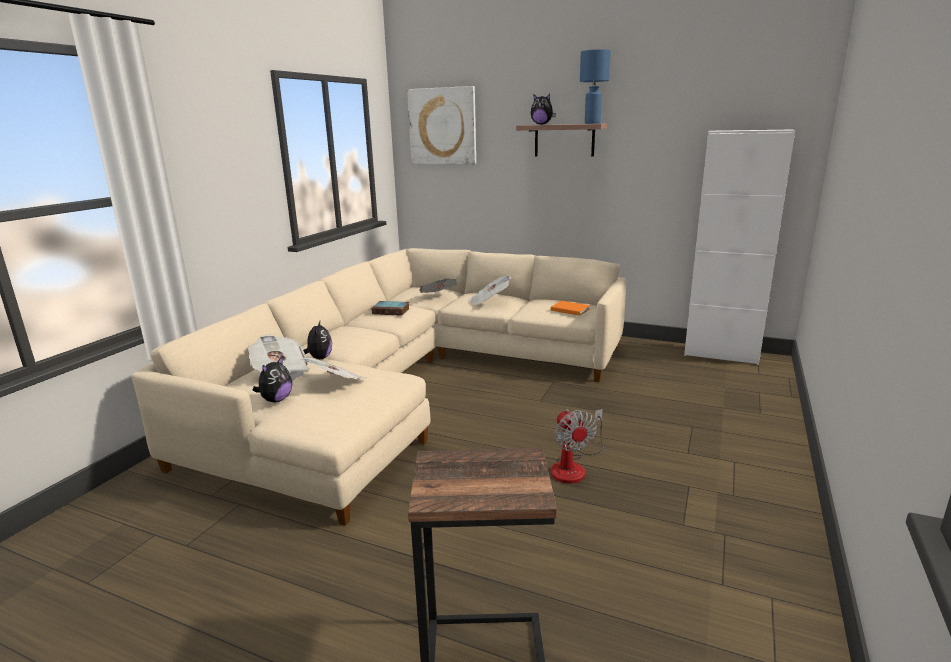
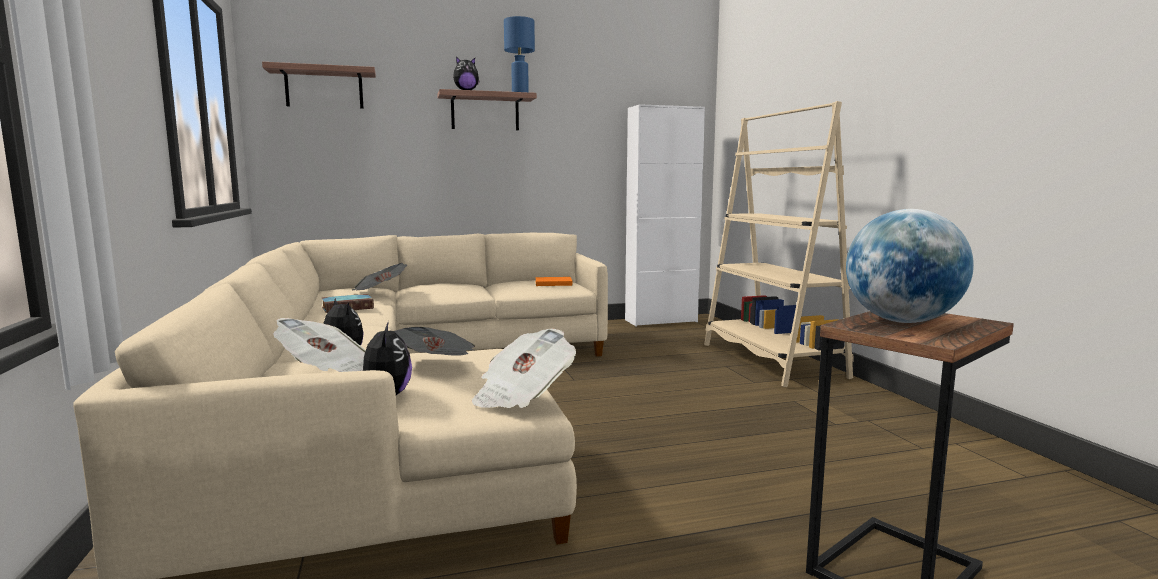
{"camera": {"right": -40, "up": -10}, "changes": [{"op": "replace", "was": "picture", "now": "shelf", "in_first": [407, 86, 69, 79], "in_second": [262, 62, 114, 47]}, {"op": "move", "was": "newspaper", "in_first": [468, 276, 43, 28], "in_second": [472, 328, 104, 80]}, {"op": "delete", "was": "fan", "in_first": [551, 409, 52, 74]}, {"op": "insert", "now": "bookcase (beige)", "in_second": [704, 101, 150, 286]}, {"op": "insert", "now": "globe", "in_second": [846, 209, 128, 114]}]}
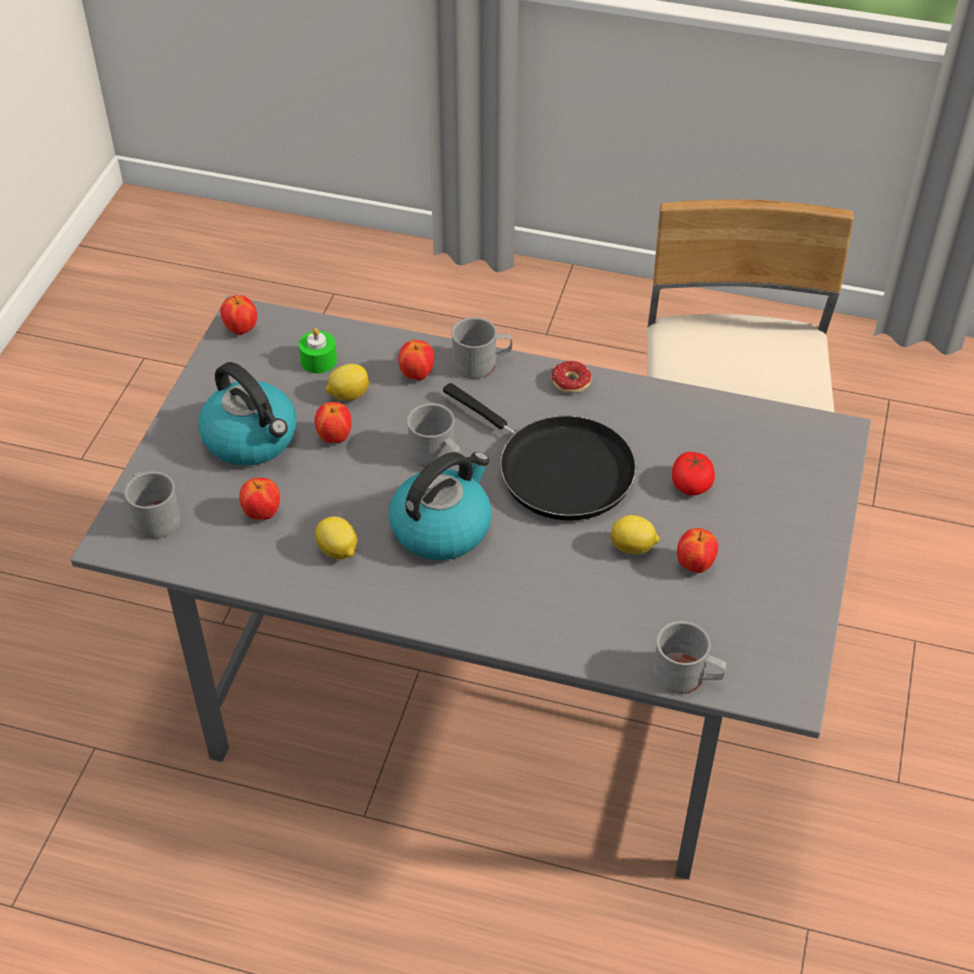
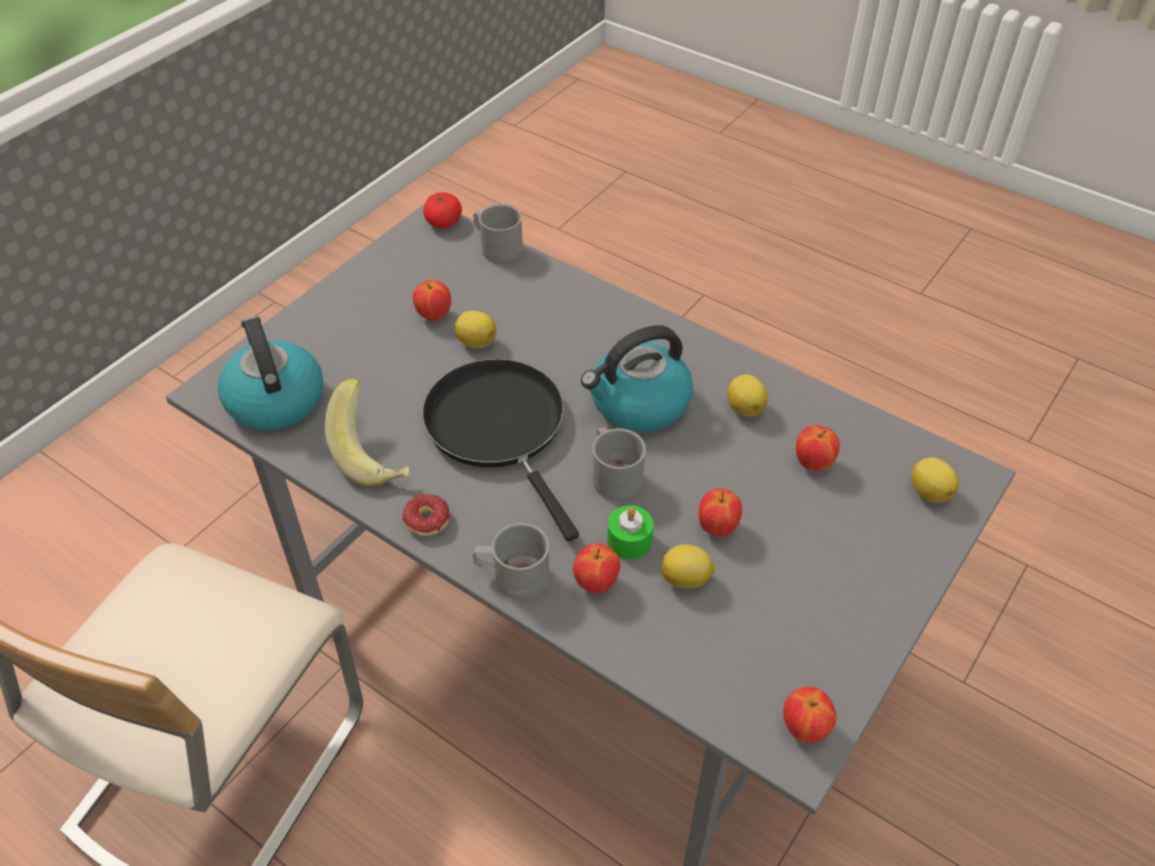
{"camera": {"right": -160, "up": 0}, "changes": [{"op": "move", "was": "candle (green)", "in_first": [298, 328, 39, 45], "in_second": [607, 505, 46, 54]}, {"op": "move", "was": "kettle", "in_first": [199, 362, 98, 104], "in_second": [218, 317, 105, 113]}, {"op": "move", "was": "tomato", "in_first": [672, 452, 43, 43], "in_second": [423, 192, 39, 36]}, {"op": "replace", "was": "mug (grey)", "now": "lemon", "in_first": [124, 471, 57, 68], "in_second": [911, 457, 48, 46]}, {"op": "insert", "now": "banana", "in_second": [325, 378, 85, 109]}]}
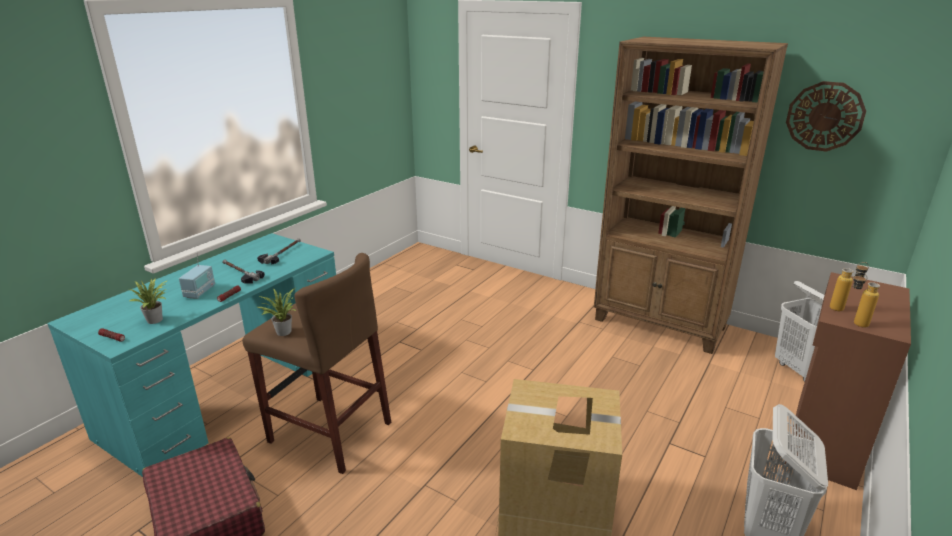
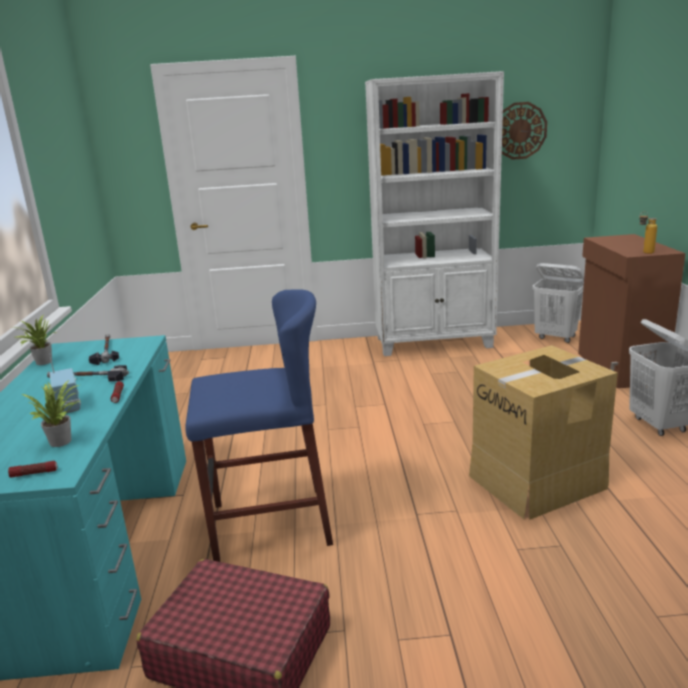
{"camera": {"right": -35, "up": -5}, "changes": [{"op": "recolor", "was": "bookcase (brown)", "now": "bookcase (white)", "in_first": [594, 37, 194, 317], "in_second": [365, 71, 139, 285]}, {"op": "recolor", "was": "stool (brown)", "now": "stool (blue)", "in_first": [243, 253, 148, 221], "in_second": [185, 289, 148, 273]}, {"op": "delete", "was": "bottle", "in_first": [830, 262, 39, 49]}, {"op": "move", "was": "potted plant", "in_first": [258, 288, 38, 48], "in_second": [15, 315, 40, 50]}]}
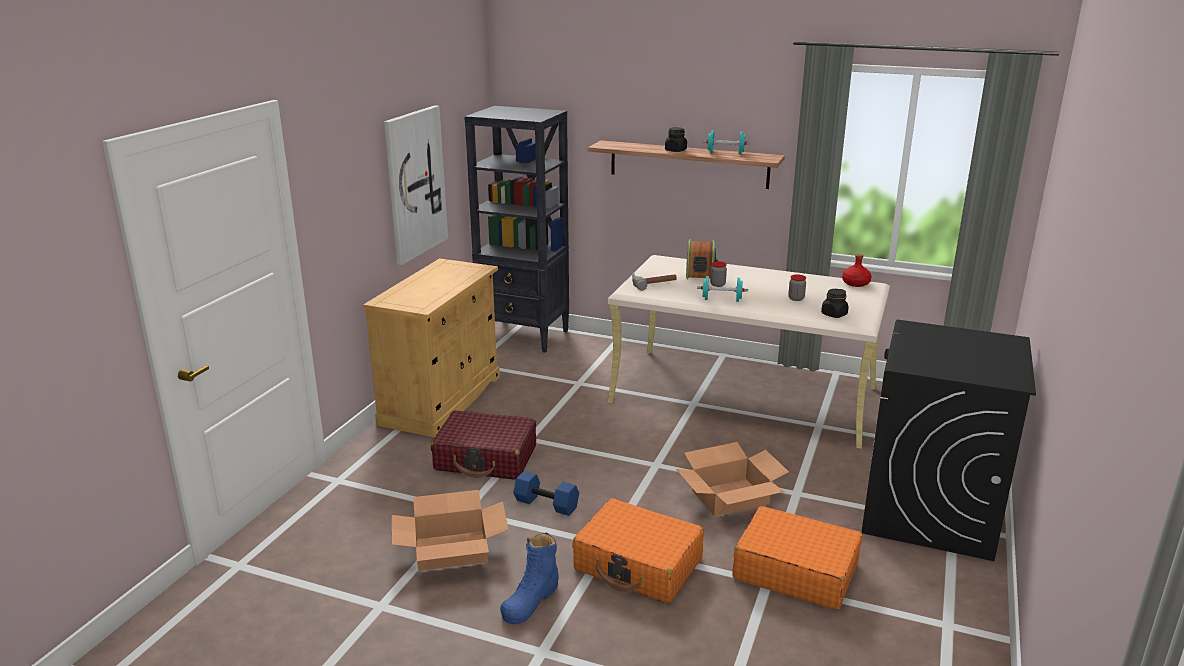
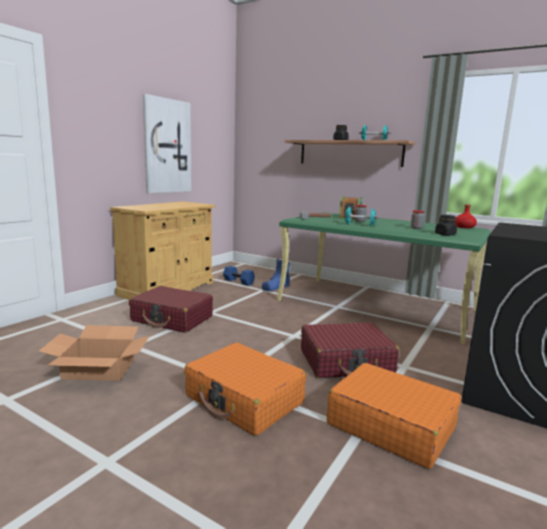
{"camera": {"right": 10, "up": -10}, "changes": [{"op": "delete", "was": "bookcase (black)", "in_first": [464, 106, 105, 247]}, {"op": "recolor", "was": "desk (beige)", "now": "desk (green)", "in_first": [608, 255, 282, 194], "in_second": [277, 212, 214, 132]}, {"op": "replace", "was": "cardboard box", "now": "suitcase (red)", "in_first": [676, 442, 113, 74], "in_second": [301, 323, 98, 55]}, {"op": "move", "was": "dumbbell (blue)", "in_first": [513, 471, 66, 45], "in_second": [223, 266, 32, 20]}, {"op": "move", "was": "boot (blue)", "in_first": [500, 533, 59, 91], "in_second": [262, 258, 28, 33]}]}
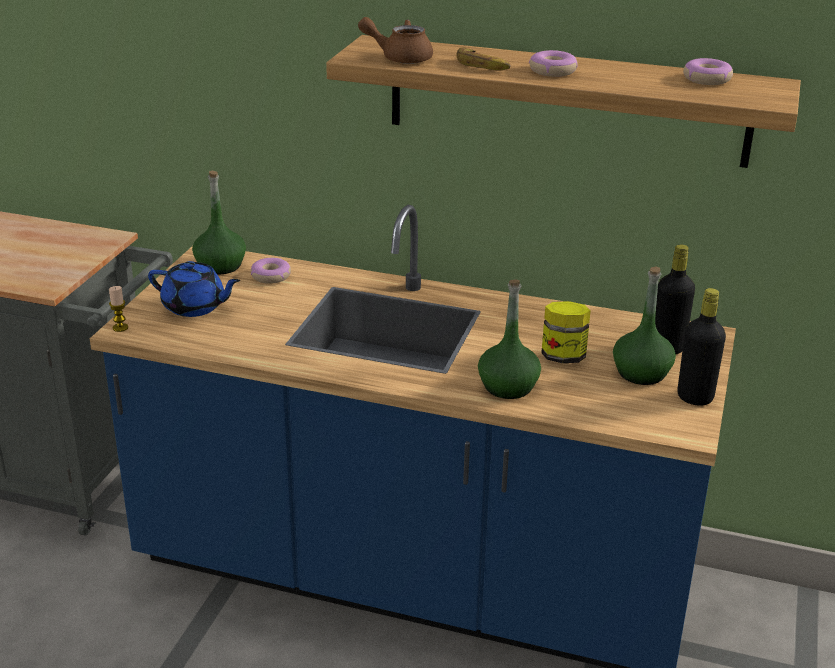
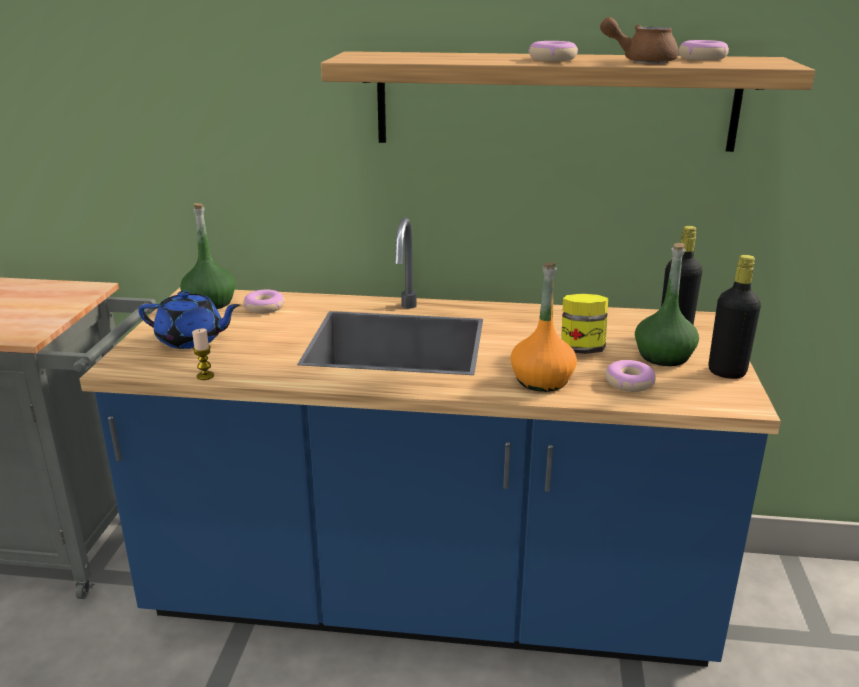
{"camera": {"right": -10, "up": -5}, "changes": [{"op": "move", "was": "teapot (brown)", "in_first": [358, 17, 75, 47], "in_second": [600, 17, 79, 46]}, {"op": "delete", "was": "banana", "in_first": [456, 48, 55, 23]}, {"op": "recolor", "was": "bottle (green)", "now": "bottle (orange)", "in_first": [478, 279, 63, 120], "in_second": [510, 262, 67, 130]}, {"op": "move", "was": "candle", "in_first": [109, 286, 19, 46], "in_second": [192, 328, 22, 52]}, {"op": "insert", "now": "donut", "in_second": [605, 360, 51, 32]}]}
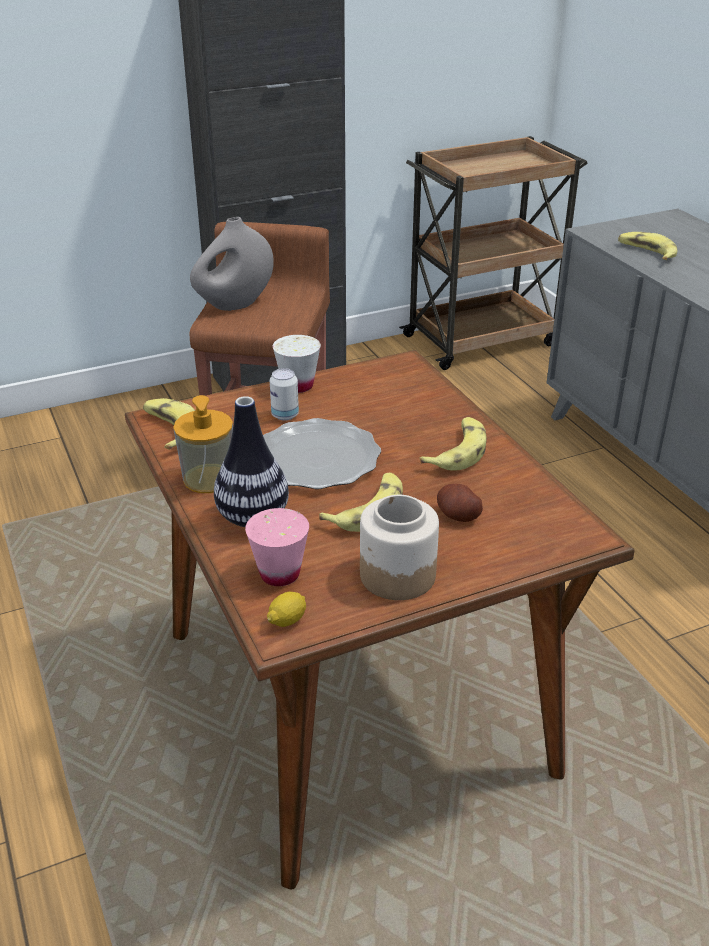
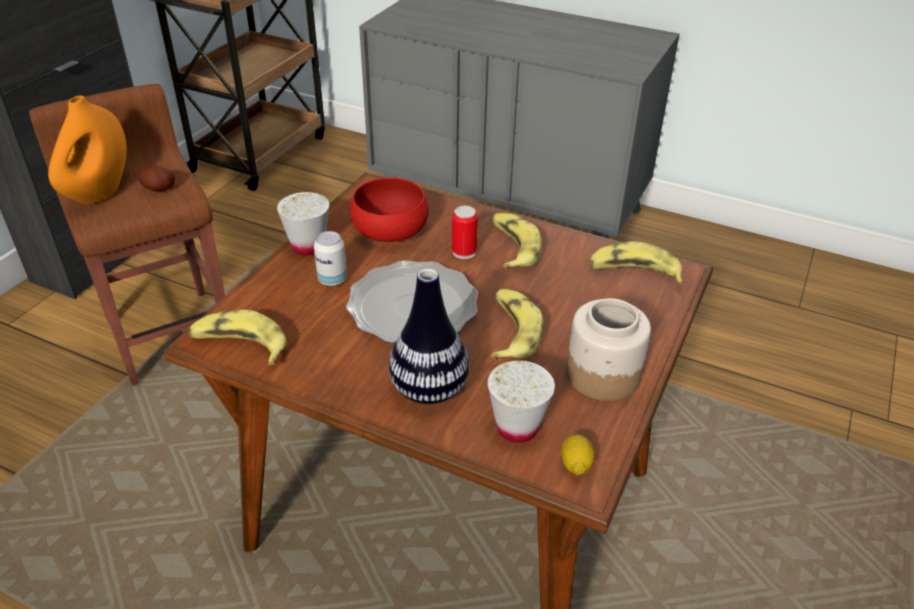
{"camera": {"right": -40, "up": 5}, "changes": [{"op": "recolor", "was": "vase (grey)", "now": "vase (orange)", "in_first": [190, 217, 84, 94], "in_second": [48, 95, 79, 109]}, {"op": "move", "was": "banana", "in_first": [618, 232, 59, 28], "in_second": [589, 241, 95, 44]}, {"op": "delete", "was": "soap dispenser", "in_first": [173, 395, 60, 98]}, {"op": "move", "was": "potato", "in_first": [437, 484, 46, 38], "in_second": [139, 165, 36, 26]}, {"op": "recolor", "was": "cup (pink)", "now": "cup (white)", "in_first": [245, 508, 64, 78], "in_second": [487, 361, 68, 82]}, {"op": "insert", "now": "bowl (red)", "in_second": [350, 177, 79, 65]}, {"op": "insert", "now": "can", "in_second": [452, 206, 26, 53]}]}
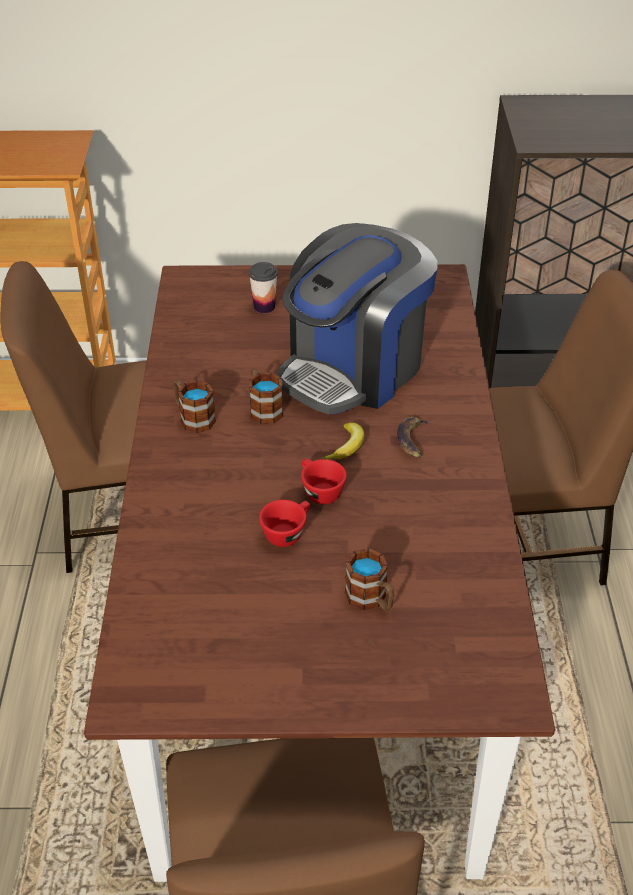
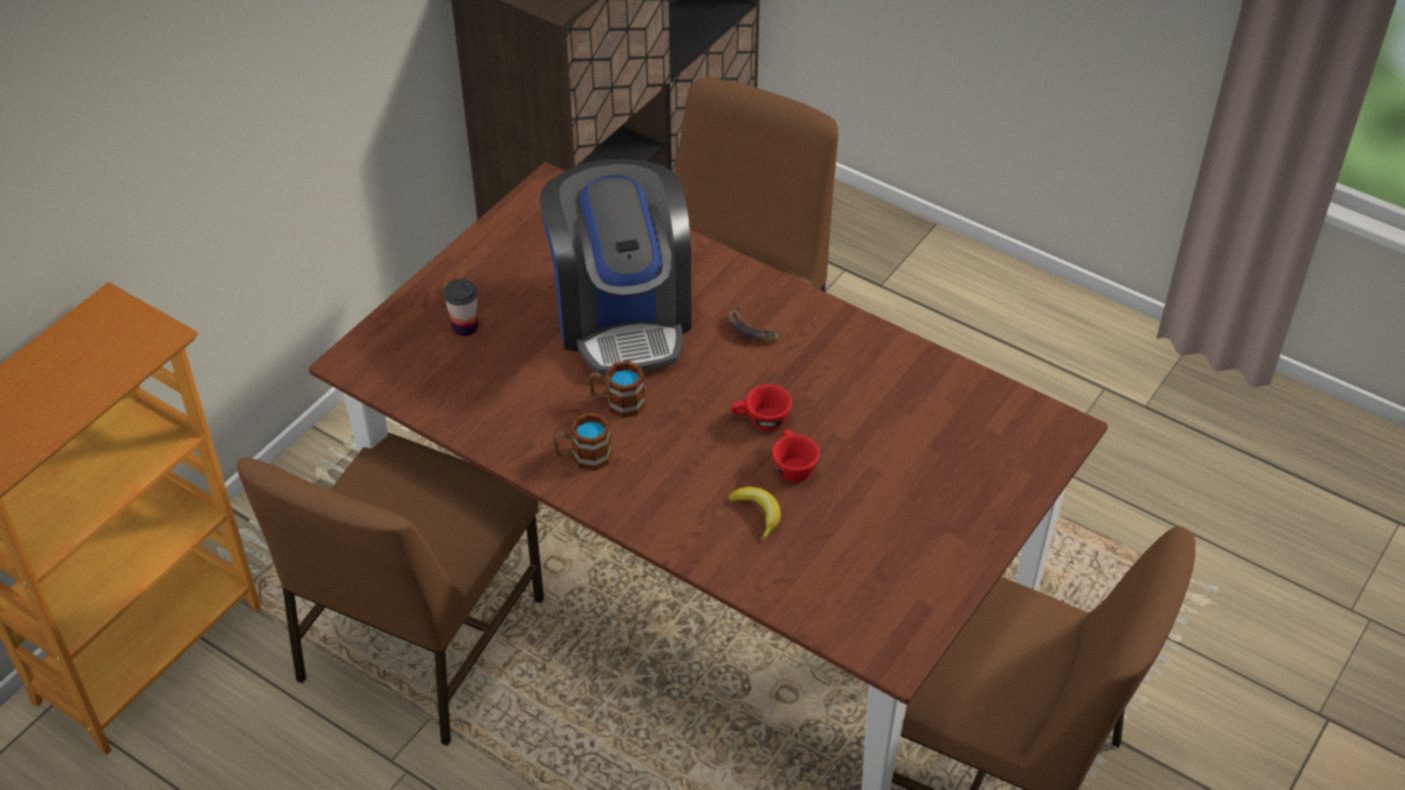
{"camera": {"right": -55, "up": 5}, "changes": [{"op": "move", "was": "banana", "in_first": [322, 422, 42, 37], "in_second": [728, 487, 53, 54]}, {"op": "delete", "was": "mug", "in_first": [345, 548, 49, 63]}]}
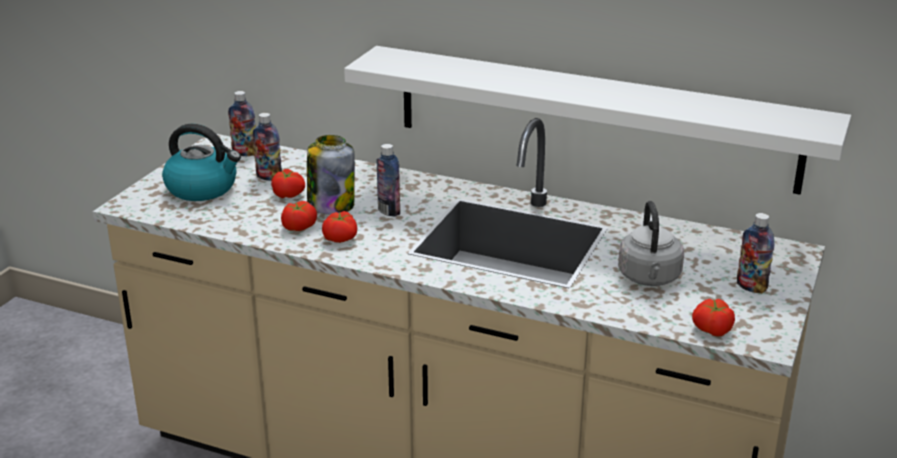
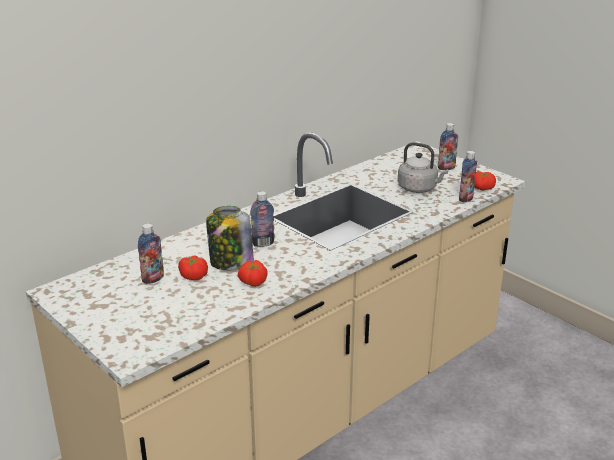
{"camera": {"right": -65, "up": 0}, "changes": [{"op": "delete", "was": "shelf (white)", "in_first": [344, 46, 507, 149]}, {"op": "move", "was": "bottle", "in_first": [228, 91, 28, 65], "in_second": [459, 151, 18, 51]}, {"op": "delete", "was": "kettle", "in_first": [162, 124, 79, 77]}, {"op": "delete", "was": "tomato", "in_first": [322, 211, 35, 32]}]}
